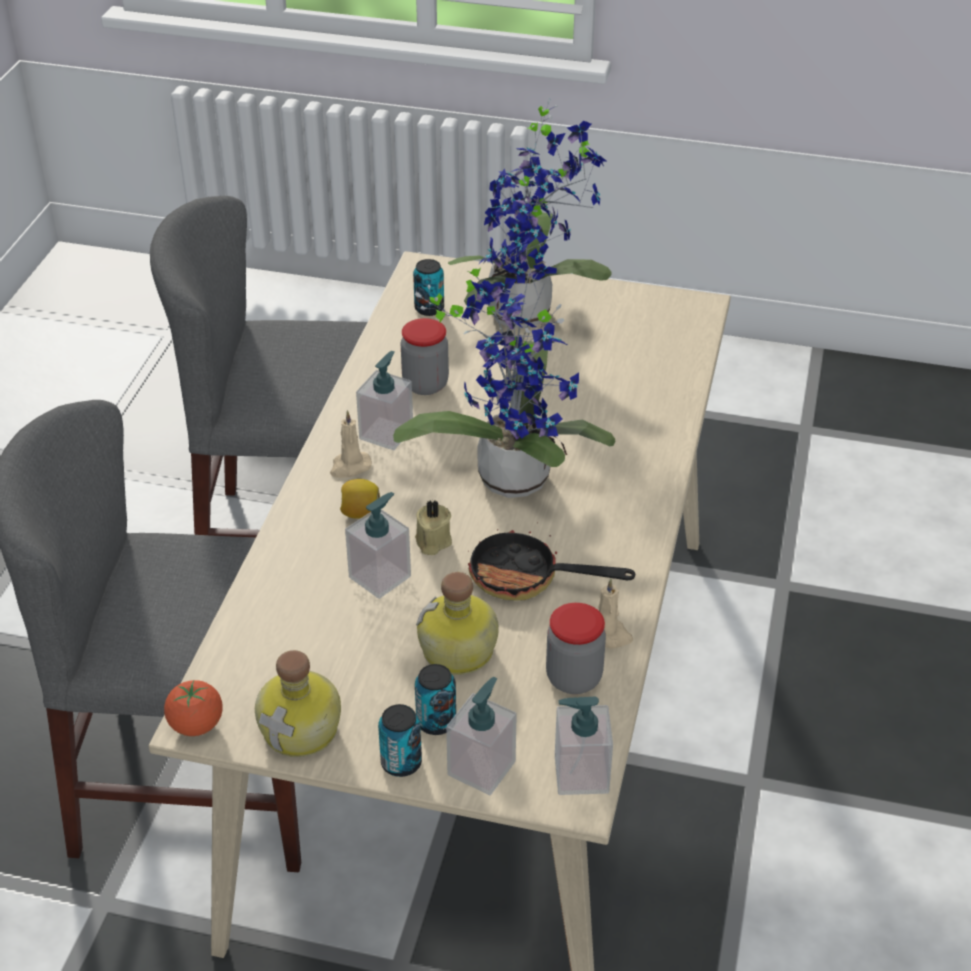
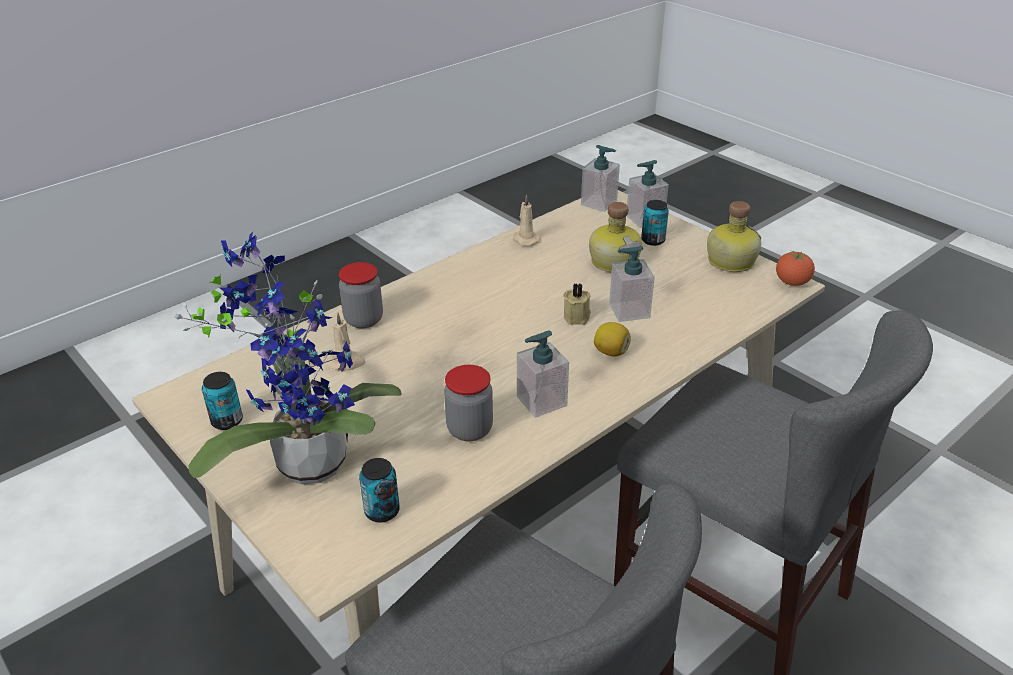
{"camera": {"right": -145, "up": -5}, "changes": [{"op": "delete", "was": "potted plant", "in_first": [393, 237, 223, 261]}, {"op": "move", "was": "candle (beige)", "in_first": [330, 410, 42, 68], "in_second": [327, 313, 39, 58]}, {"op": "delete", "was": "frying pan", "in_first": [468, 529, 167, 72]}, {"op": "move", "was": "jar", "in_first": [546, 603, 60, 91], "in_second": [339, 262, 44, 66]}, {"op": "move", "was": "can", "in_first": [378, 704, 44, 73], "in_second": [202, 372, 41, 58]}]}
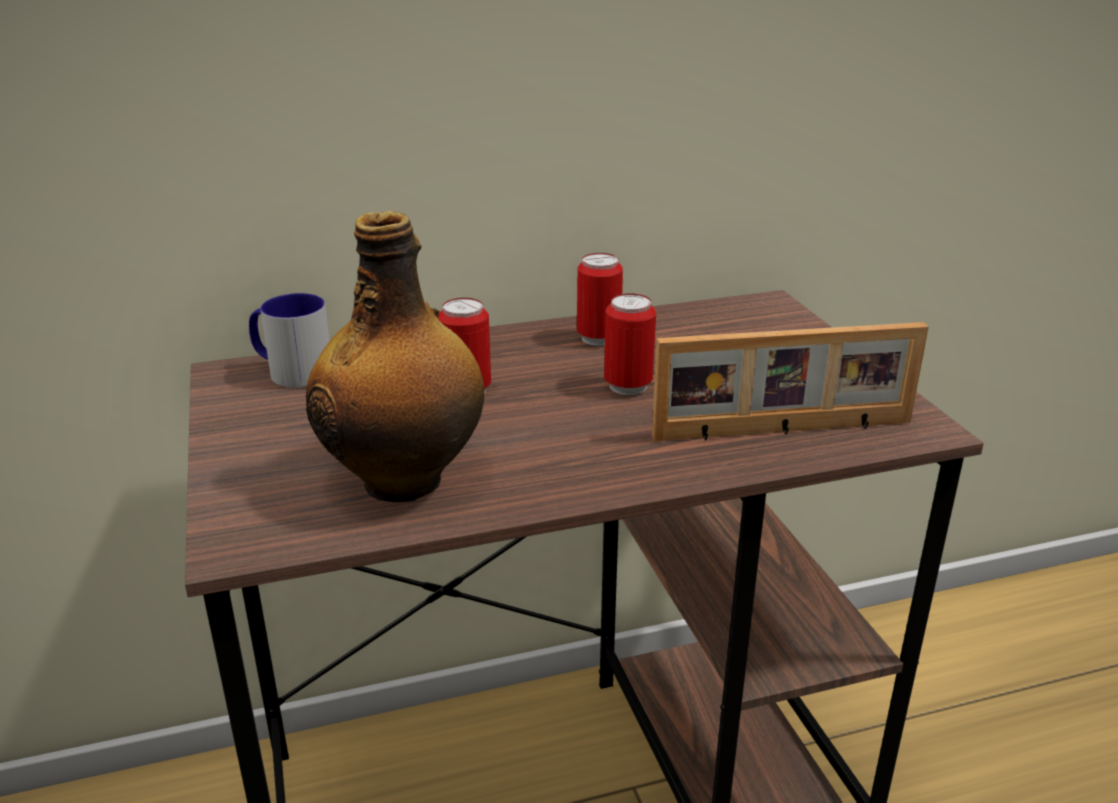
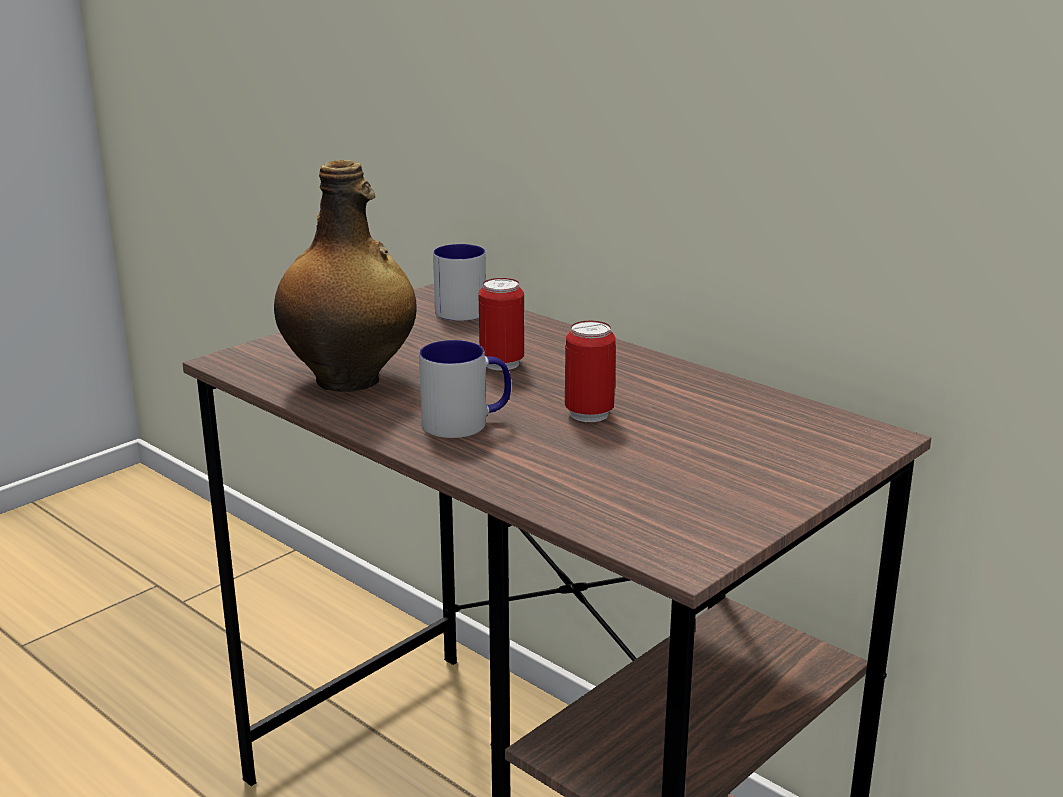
{"camera": {"right": 60, "up": -5}, "changes": [{"op": "delete", "was": "can", "in_first": [577, 253, 46, 93]}, {"op": "delete", "was": "picture frame", "in_first": [652, 322, 277, 119]}, {"op": "insert", "now": "mug", "in_second": [419, 340, 92, 98]}]}
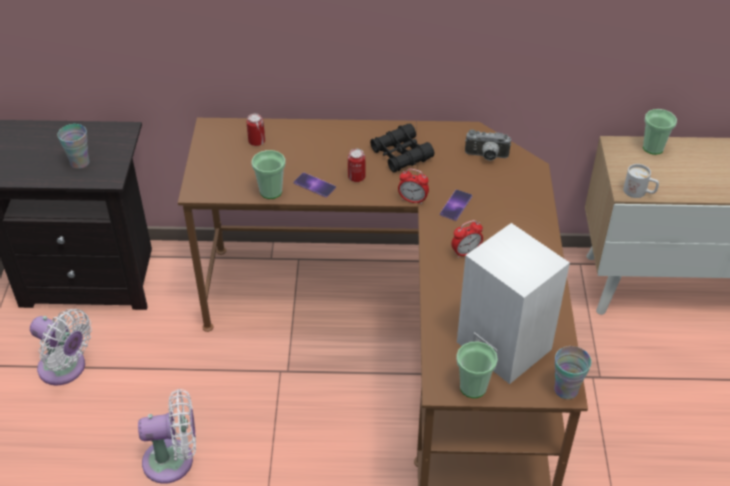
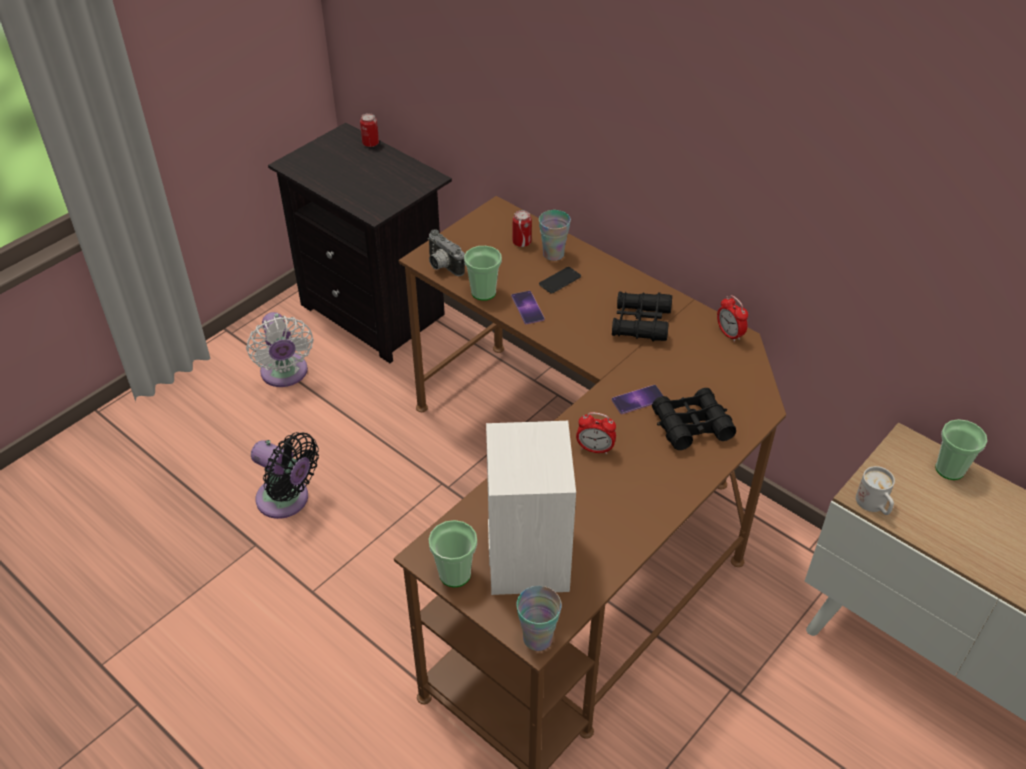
{"camera": {"right": 40, "up": 0}, "changes": [{"op": "move", "was": "cup", "in_first": [58, 124, 32, 45], "in_second": [539, 210, 32, 51]}, {"op": "move", "was": "photo camera", "in_first": [465, 129, 46, 32], "in_second": [428, 229, 37, 47]}, {"op": "move", "was": "can", "in_first": [348, 149, 17, 33], "in_second": [360, 113, 19, 34]}, {"op": "move", "was": "alarm clock", "in_first": [398, 169, 31, 35], "in_second": [717, 295, 31, 47]}, {"op": "recolor", "was": "fan (white)", "now": "fan (black)", "in_first": [138, 389, 58, 95], "in_second": [251, 432, 68, 87]}, {"op": "insert", "now": "phone", "in_second": [539, 267, 42, 26]}, {"op": "insert", "now": "binoculars (black)", "in_second": [652, 388, 84, 62]}]}
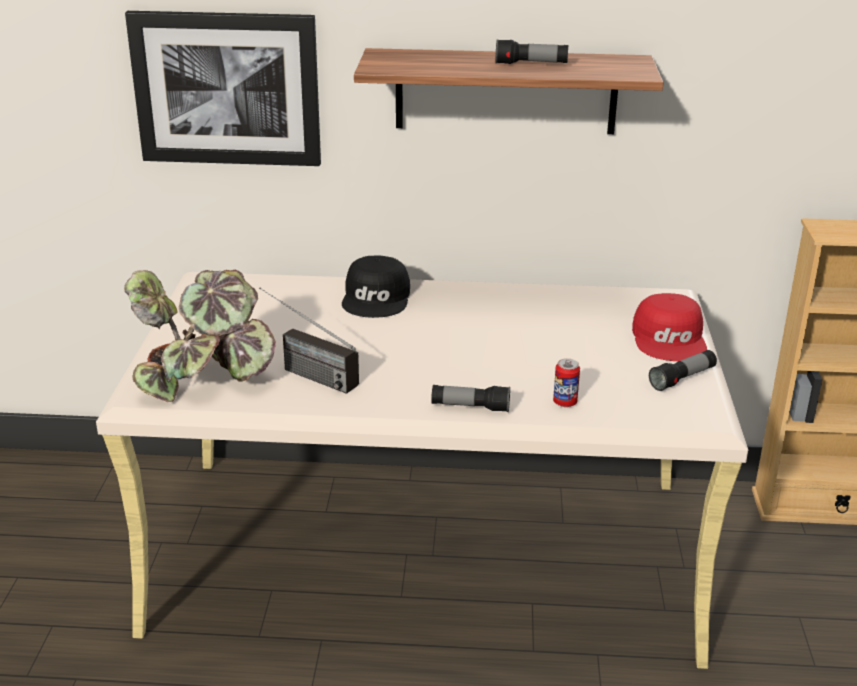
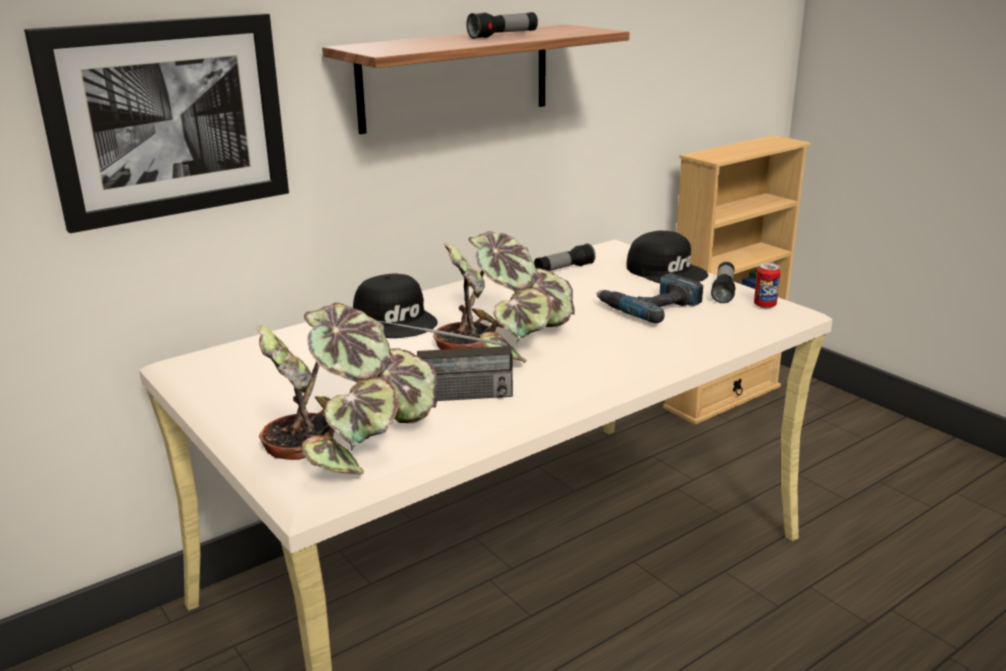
{"camera": {"right": -40, "up": -5}, "changes": [{"op": "recolor", "was": "cap (red)", "now": "cap (black)", "in_first": [632, 293, 75, 68], "in_second": [626, 231, 82, 52]}, {"op": "move", "was": "can", "in_first": [553, 358, 27, 49], "in_second": [754, 263, 27, 46]}, {"op": "move", "was": "flashlight", "in_first": [431, 385, 79, 27], "in_second": [534, 243, 61, 28]}, {"op": "insert", "now": "potted plant", "in_second": [433, 231, 142, 132]}, {"op": "insert", "now": "power drill", "in_second": [596, 273, 107, 50]}]}
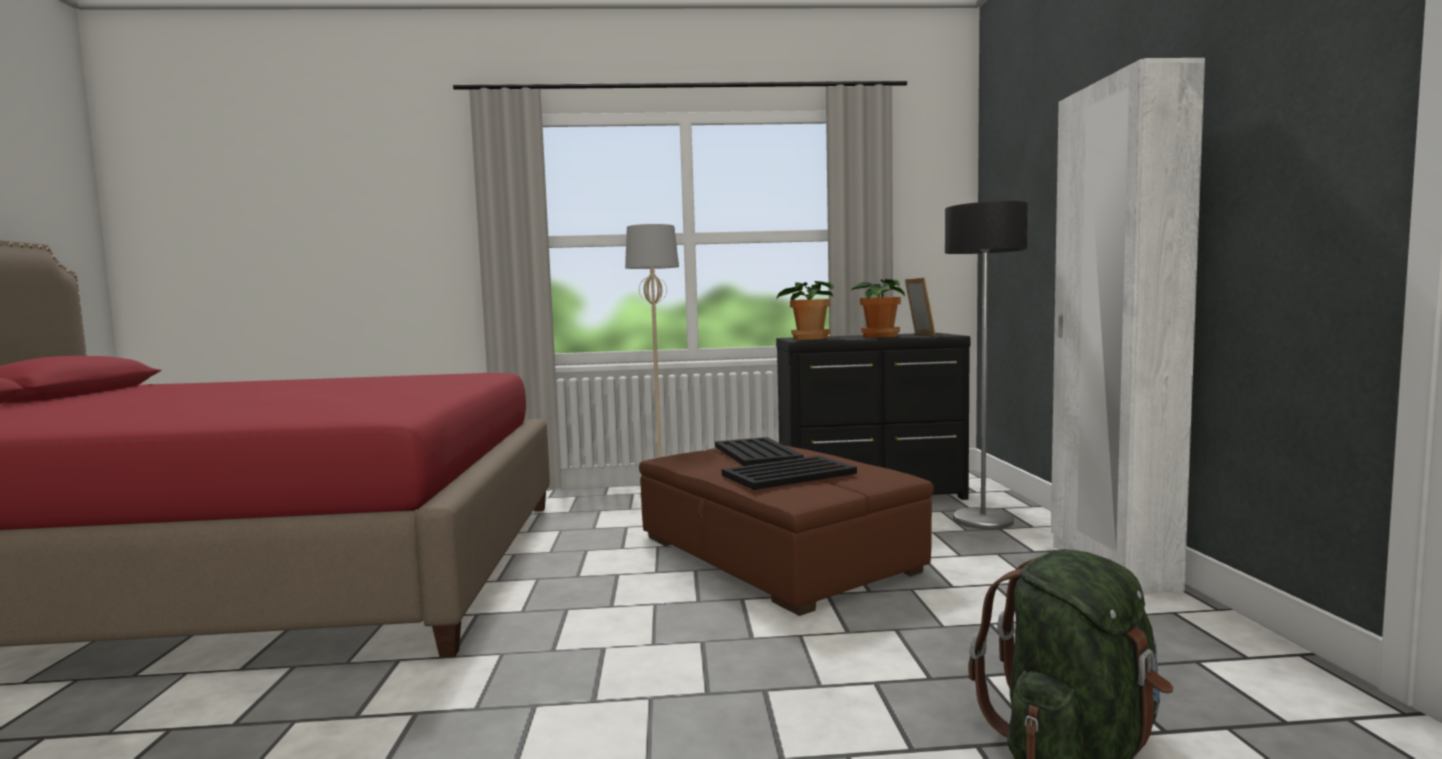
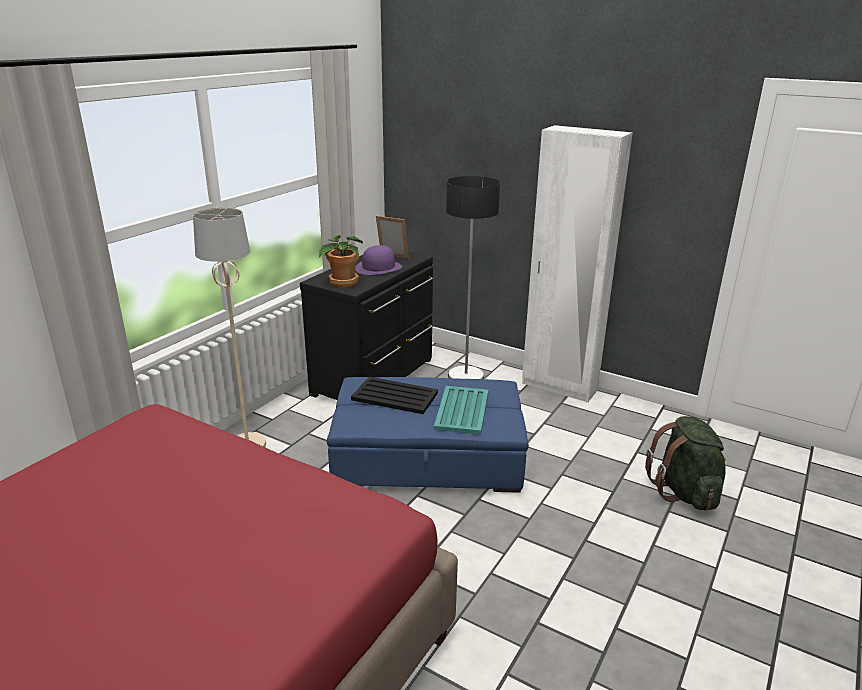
{"camera": {"right": -55, "up": 20}, "changes": [{"op": "replace", "was": "potted plant", "now": "hat (purple)", "in_first": [851, 279, 54, 59], "in_second": [355, 245, 47, 30]}, {"op": "recolor", "was": "ottoman (brown)", "now": "ottoman (blue)", "in_first": [639, 446, 295, 170], "in_second": [327, 377, 202, 116]}, {"op": "recolor", "was": "tray (black)", "now": "tray (turquoise)", "in_first": [722, 456, 135, 34], "in_second": [434, 386, 54, 49]}]}
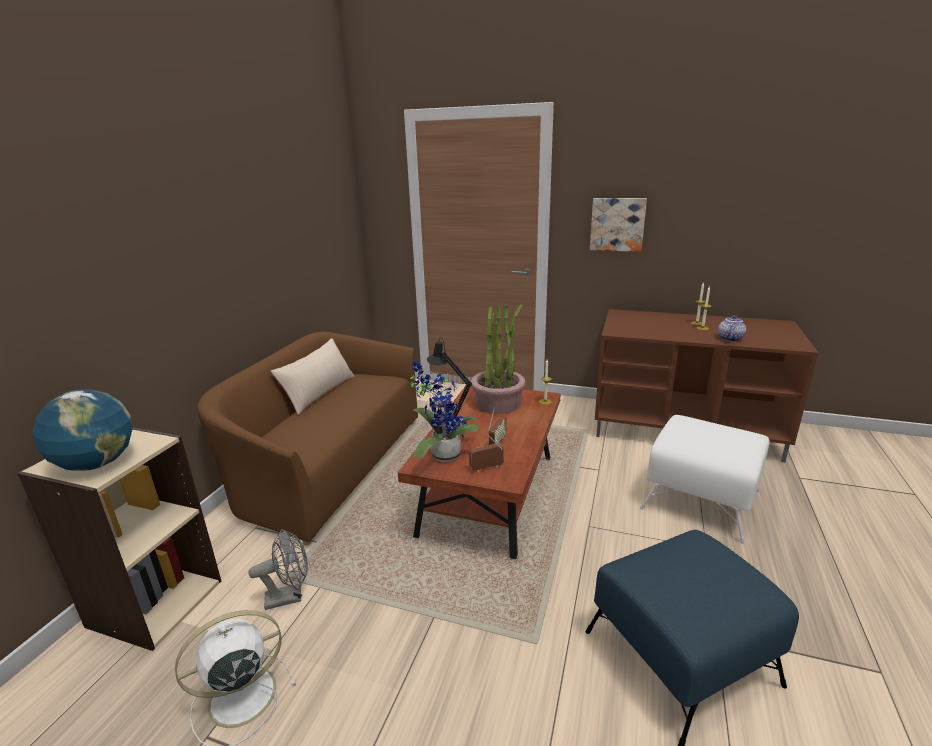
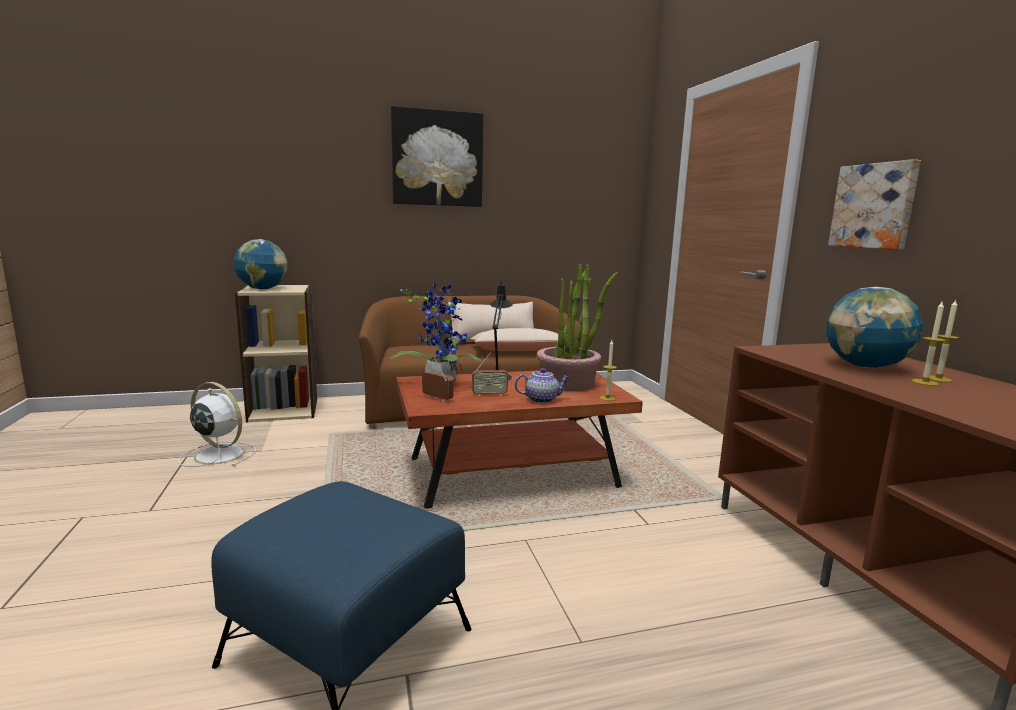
{"camera": {"right": 55, "up": -10}, "changes": [{"op": "move", "was": "teapot", "in_first": [718, 315, 28, 27], "in_second": [515, 368, 55, 35]}, {"op": "delete", "was": "ottoman (white)", "in_first": [640, 415, 130, 129]}, {"op": "delete", "was": "fan (grey)", "in_first": [248, 529, 60, 81]}, {"op": "insert", "now": "picture", "in_second": [391, 106, 92, 101]}, {"op": "insert", "now": "globe", "in_second": [826, 287, 97, 81]}, {"op": "insert", "now": "pillow (beige)", "in_second": [470, 328, 88, 23]}]}
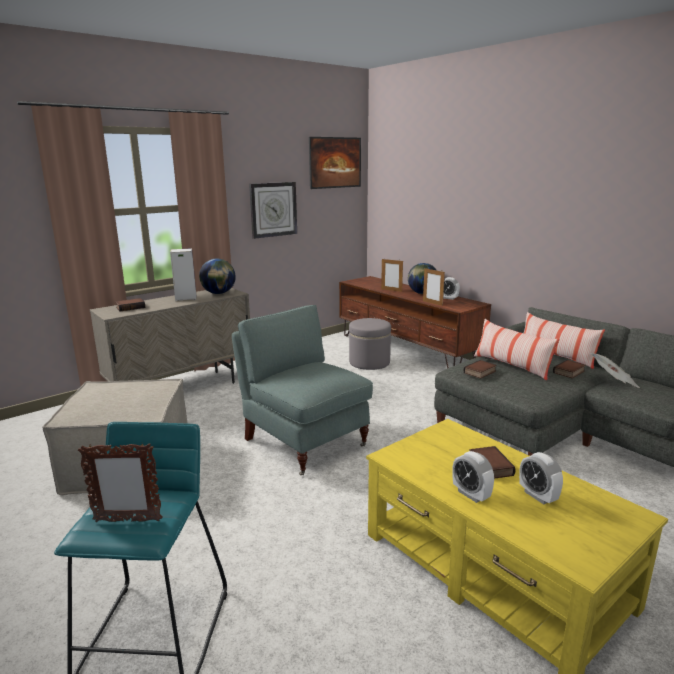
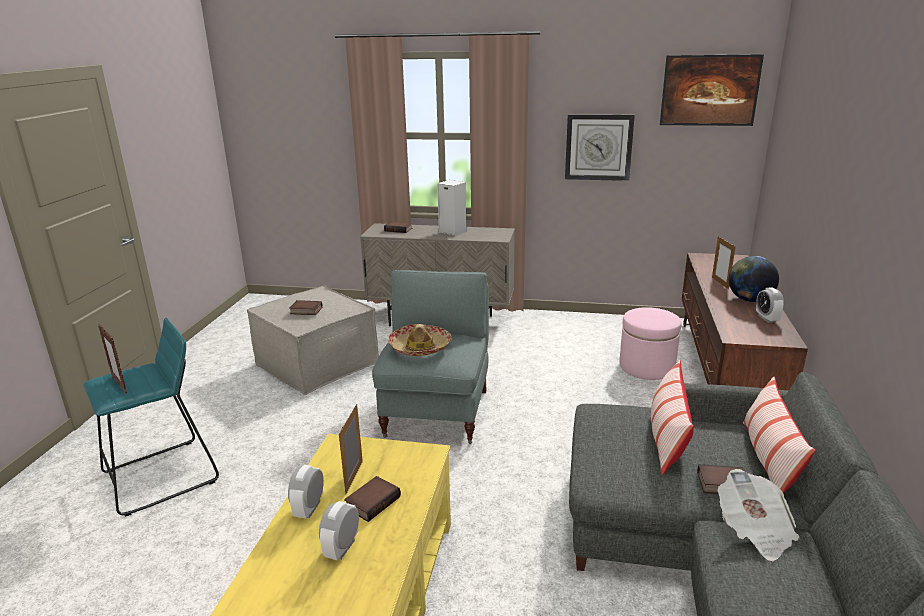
{"camera": {"right": 50, "up": 5}, "changes": [{"op": "delete", "was": "globe", "in_first": [199, 259, 37, 35]}, {"op": "move", "was": "picture frame", "in_first": [423, 268, 22, 38], "in_second": [339, 404, 24, 90]}, {"op": "recolor", "was": "ottoman (grey)", "now": "ottoman (pink)", "in_first": [349, 318, 42, 52], "in_second": [619, 307, 62, 73]}, {"op": "move", "was": "book", "in_first": [464, 360, 33, 19], "in_second": [289, 300, 34, 15]}, {"op": "insert", "now": "hat", "in_second": [388, 324, 64, 32]}]}
